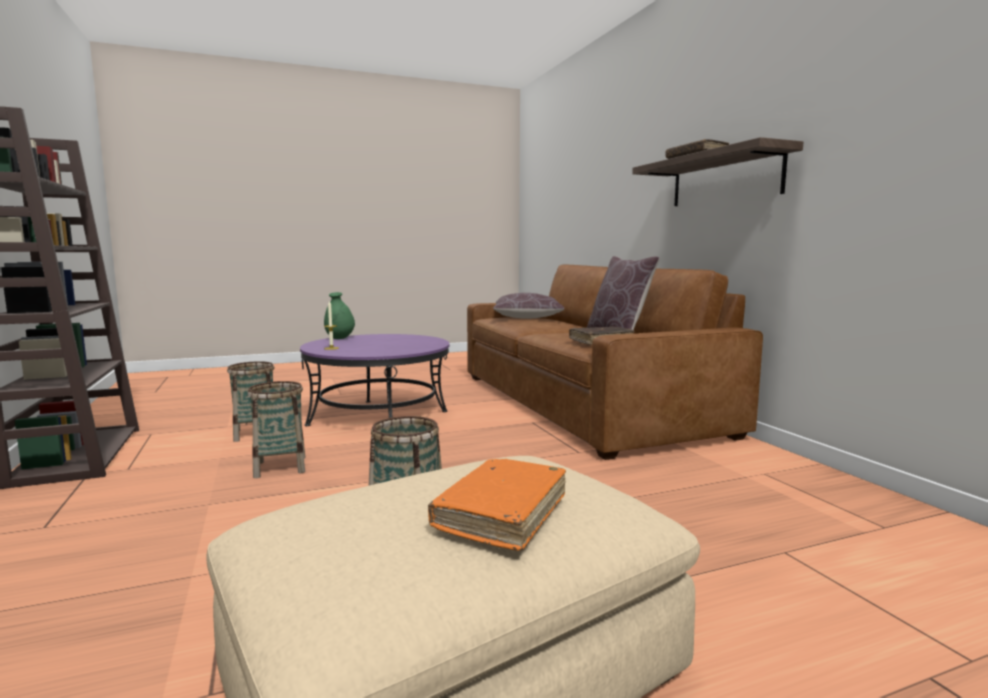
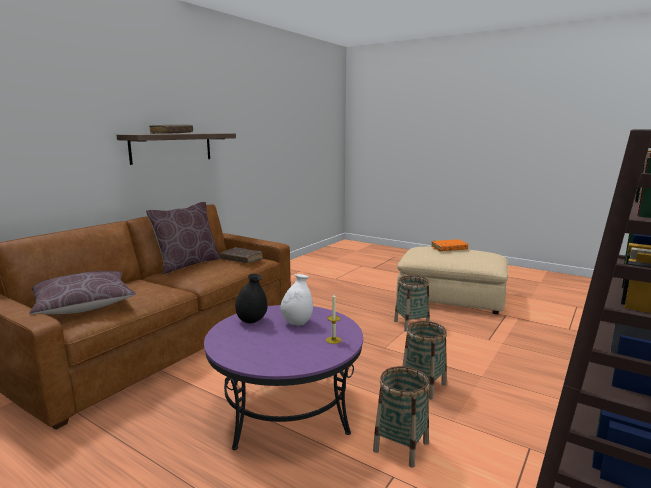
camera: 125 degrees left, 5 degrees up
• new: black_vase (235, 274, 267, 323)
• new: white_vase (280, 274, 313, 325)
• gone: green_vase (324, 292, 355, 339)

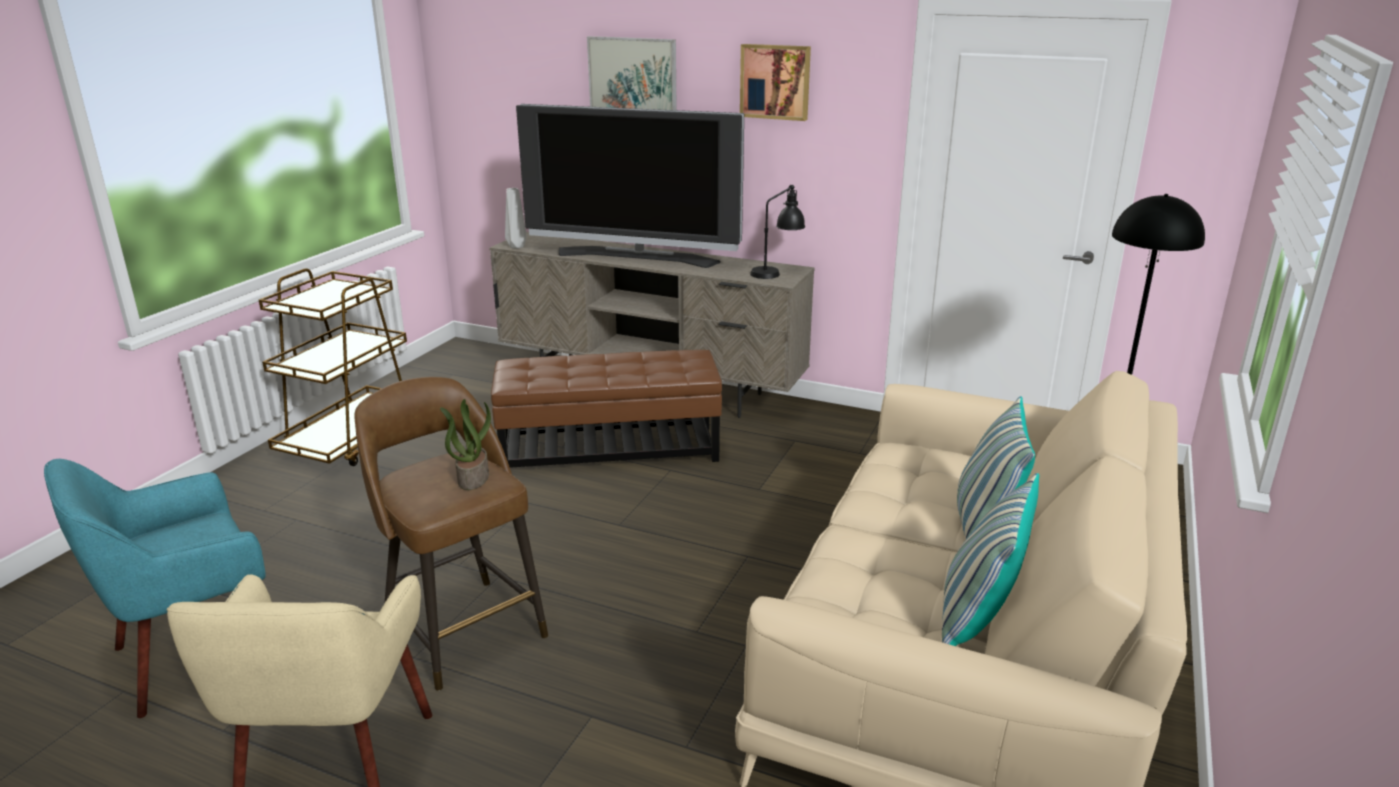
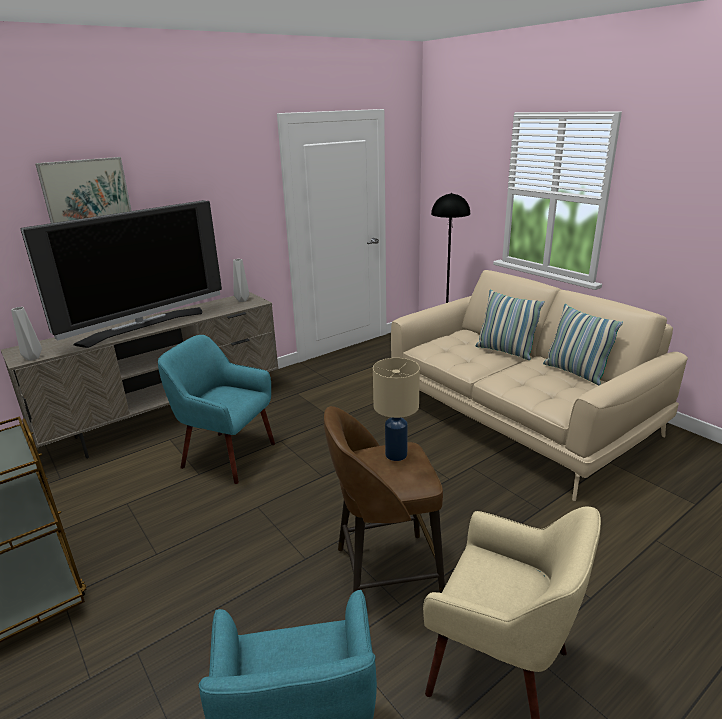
camera: 60 degrees left, 0 degrees up
• swapped: brown_ottoman (491, 350, 722, 468) to turquoise_armchair (158, 335, 275, 484)
• swapped: black_table_lamp (750, 185, 805, 279) to grey_vase (233, 259, 249, 302)
• swapped: potted_plant (440, 399, 491, 490) to beige_table_lamp (373, 358, 420, 461)
• gone: picture (740, 44, 811, 121)

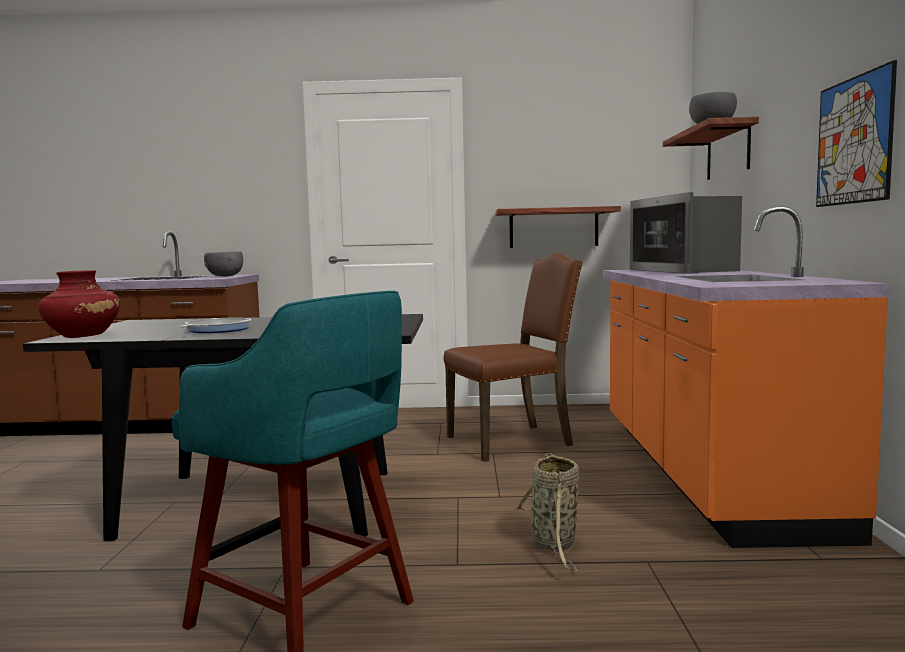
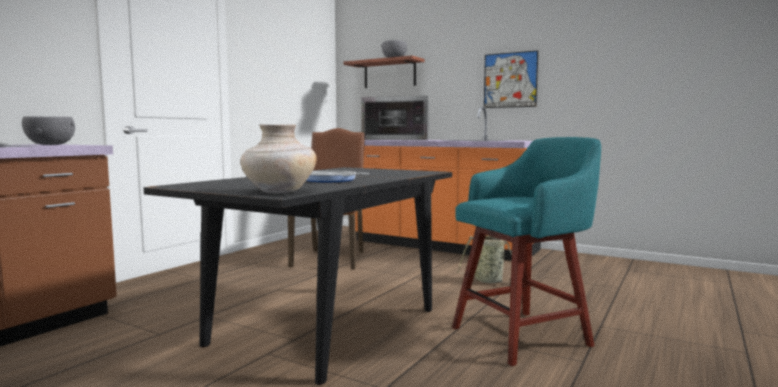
camera: 60 degrees left, 0 degrees up
• repainted: red_vase (38, 270, 120, 338) to beige_vase (240, 124, 317, 193)
• gone: shelf (496, 206, 621, 248)

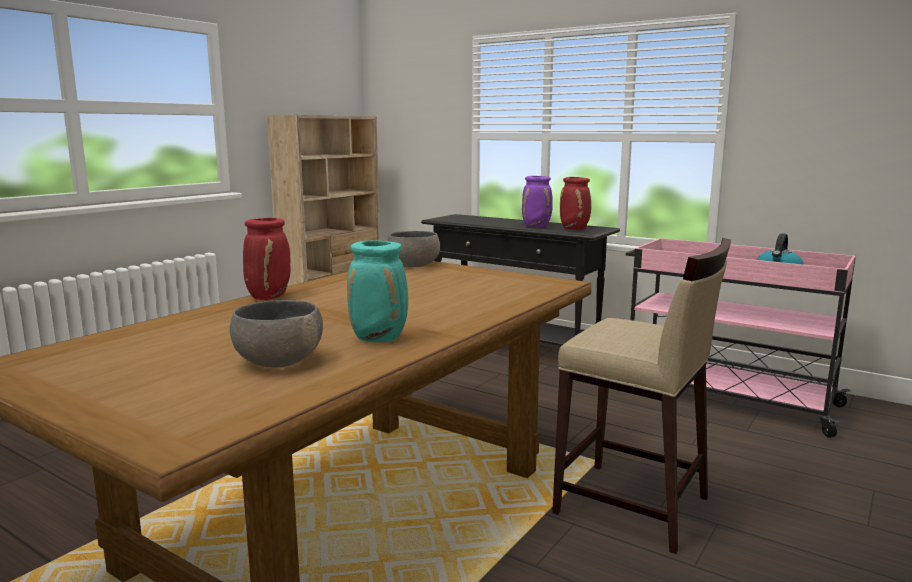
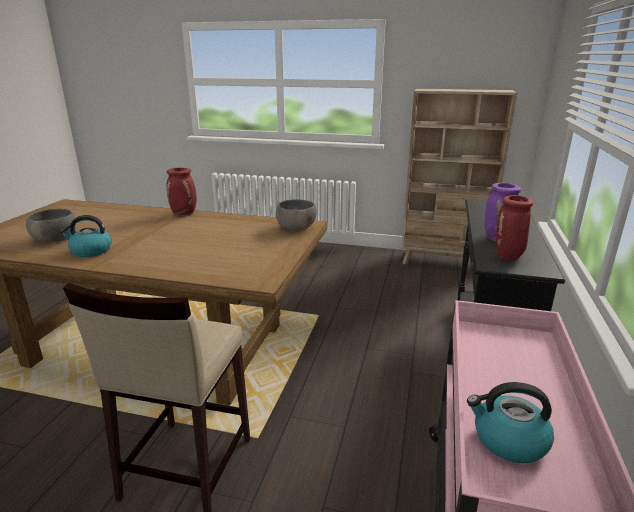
camera: 70 degrees right, 10 degrees up
• swapped: turquoise_vase (347, 240, 408, 342) to kettle (60, 215, 112, 257)

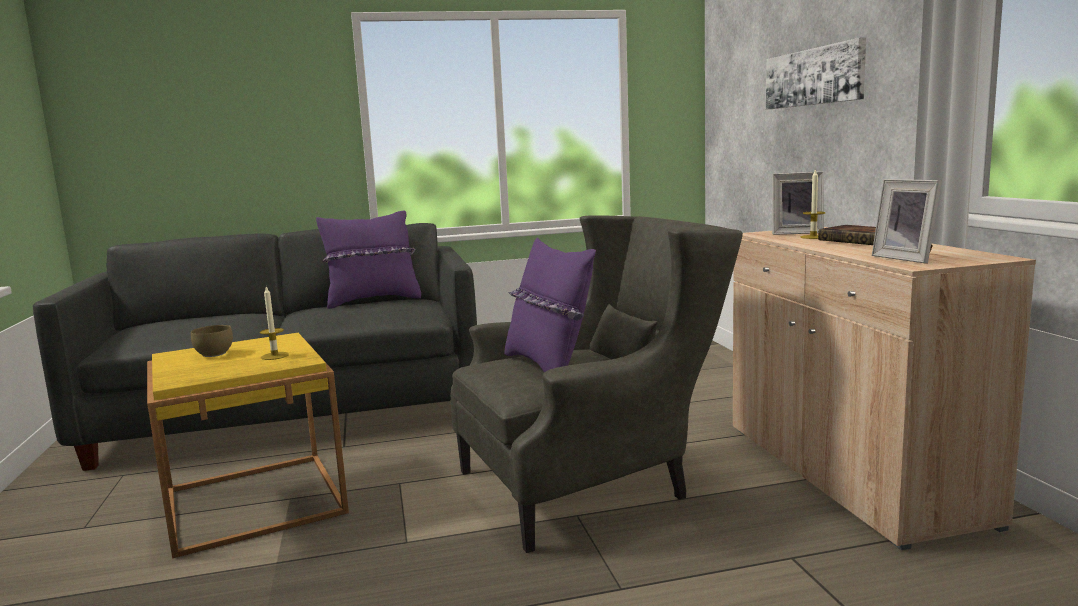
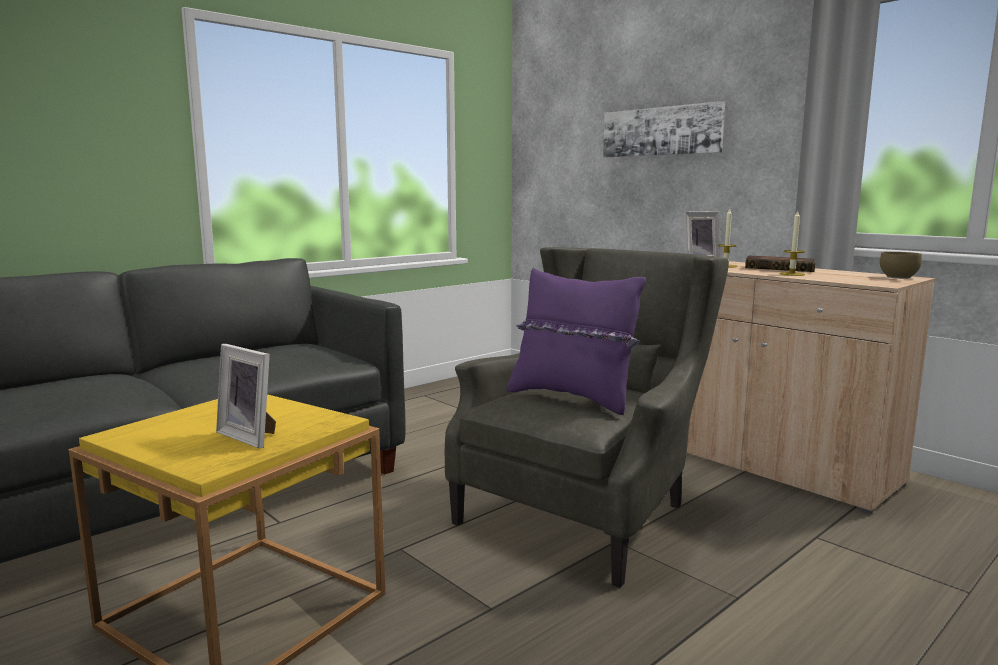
camera: 30 degrees left, 0 degrees up
• shifted: picture_frame (872, 179, 942, 264) to (216, 344, 276, 449)
• shifted: candle (260, 286, 289, 360) to (780, 211, 805, 276)
• shifted: brown_bowl (191, 325, 233, 357) to (880, 252, 922, 279)
• gone: purple_pillow (316, 211, 421, 309)

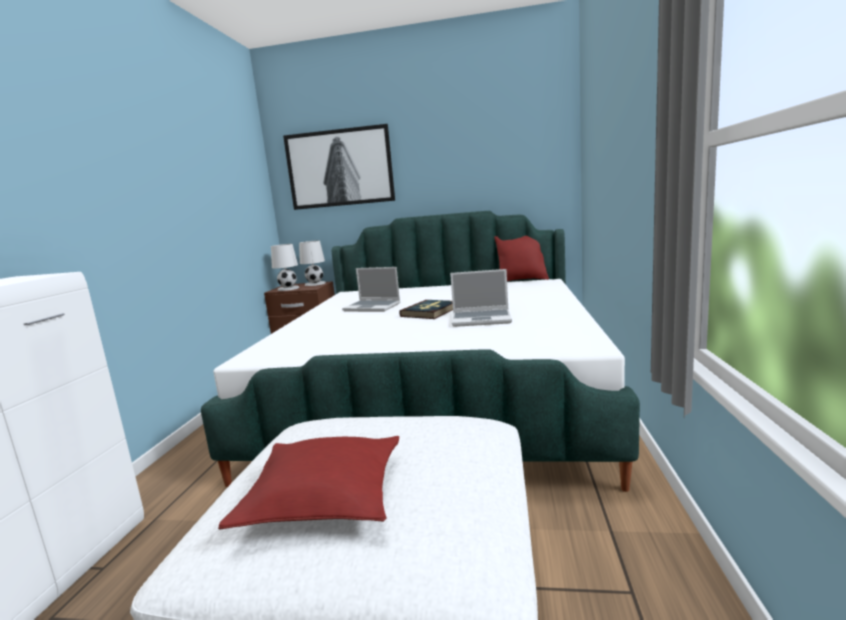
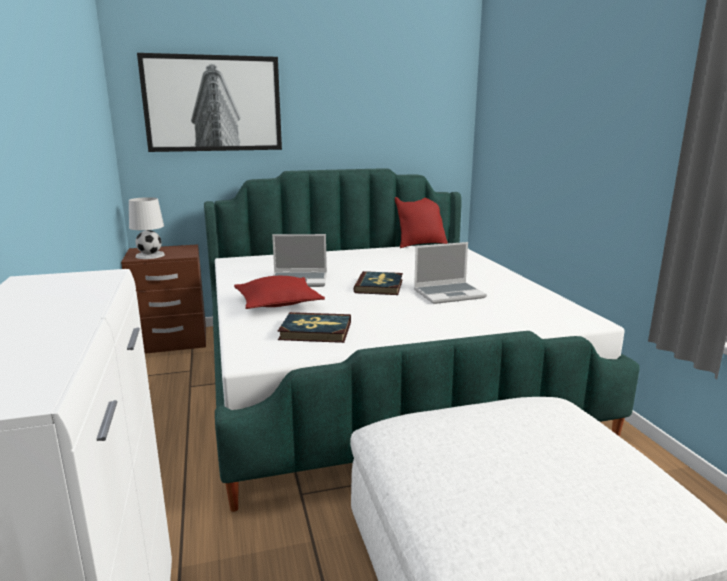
camera: 25 degrees left, 5 degrees up
• shifted: red_pillow (218, 436, 399, 529) to (234, 276, 325, 309)
• new: book (277, 312, 351, 343)
• gone: white_table_lamp (299, 240, 326, 286)

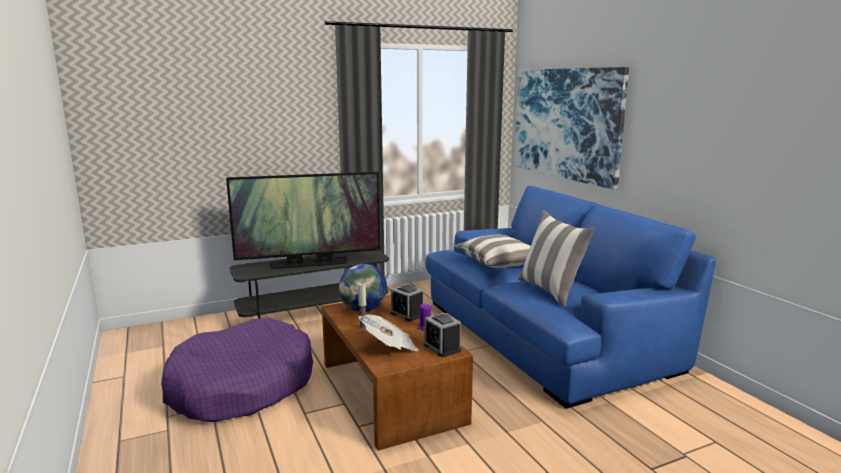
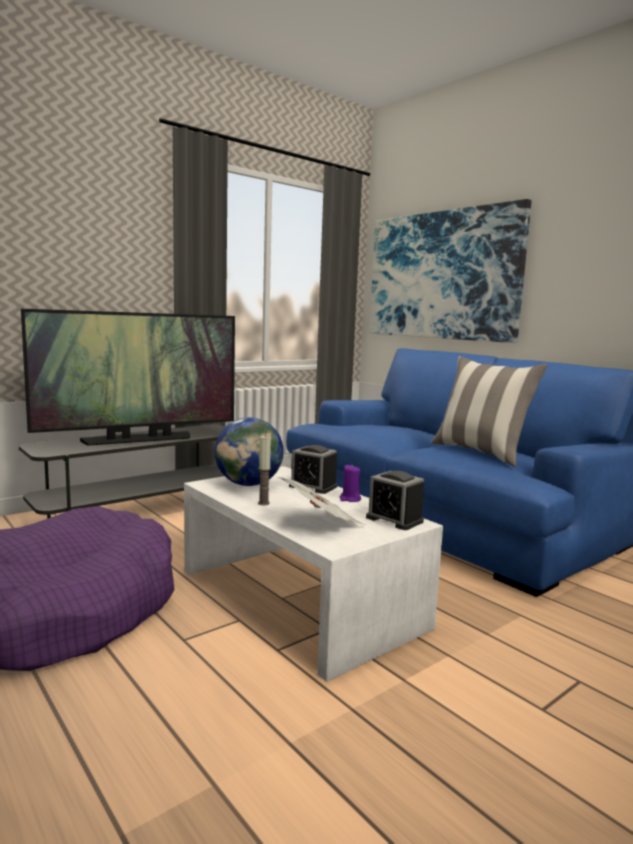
camera: 15 degrees left, 5 degrees down
• repainted: brown_coffee_table (322, 295, 473, 451) to white_coffee_table (184, 466, 443, 682)
• gone: pillow (454, 235, 530, 268)

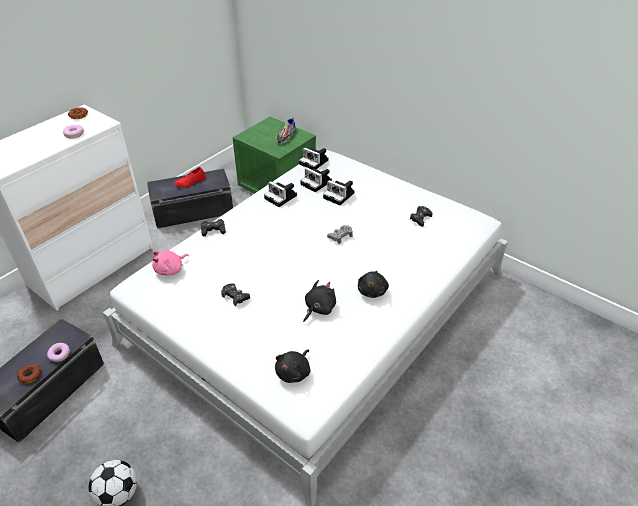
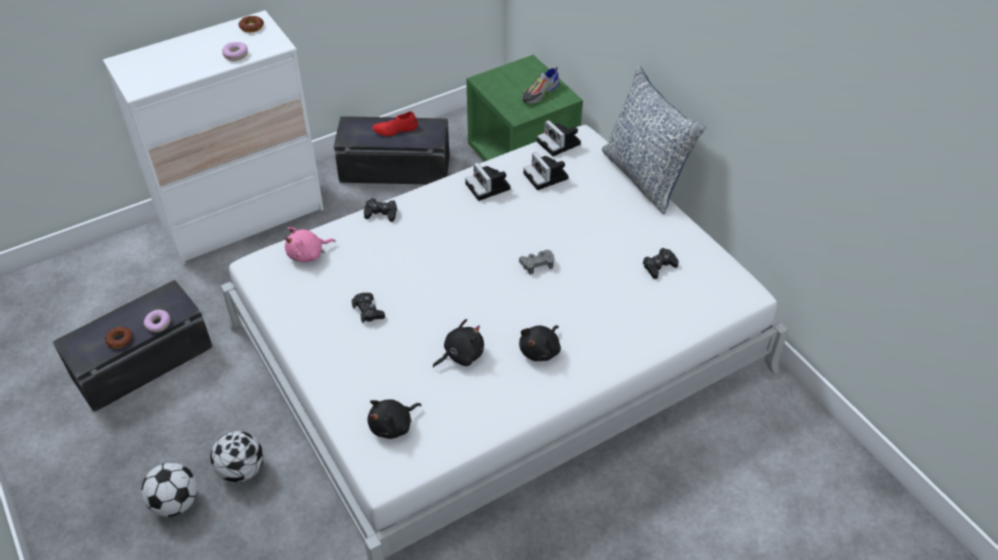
camera: 20 degrees right, 5 degrees up
• new: football (210, 431, 263, 483)
• new: pillow (602, 66, 706, 214)
• gone: photo_camera (323, 180, 354, 205)

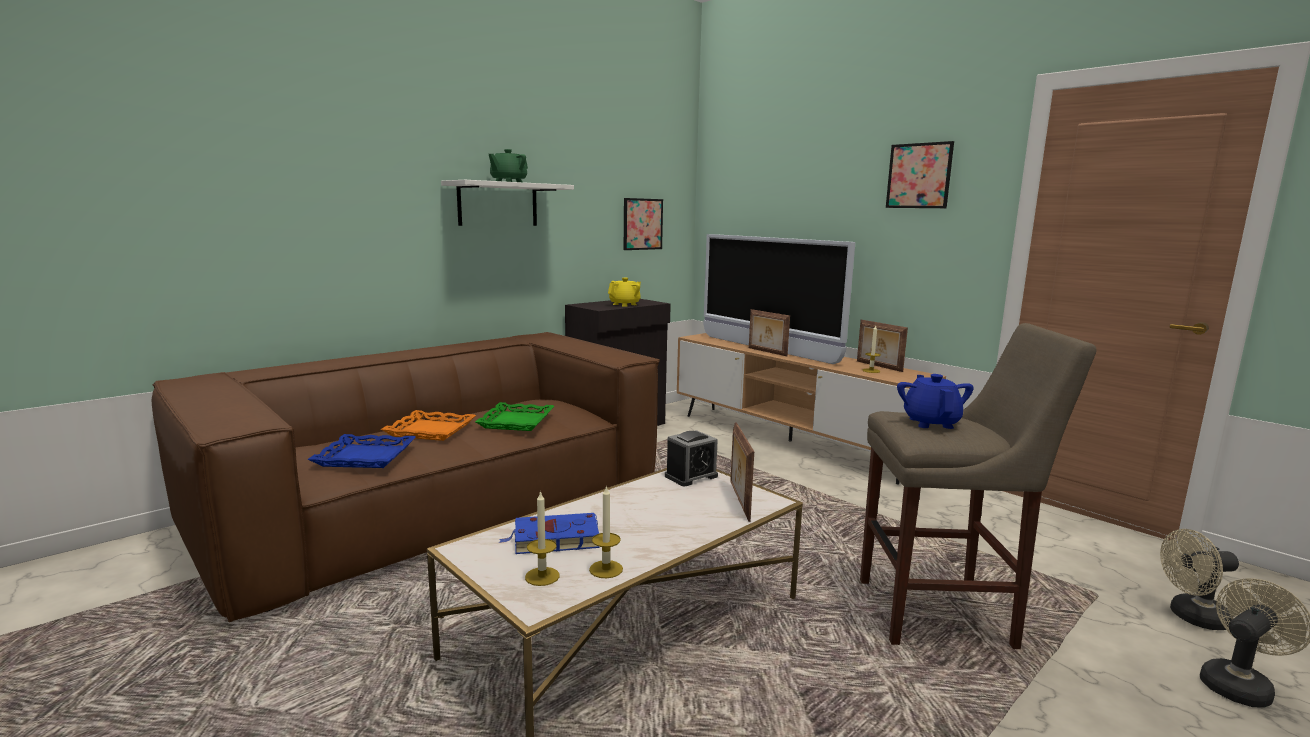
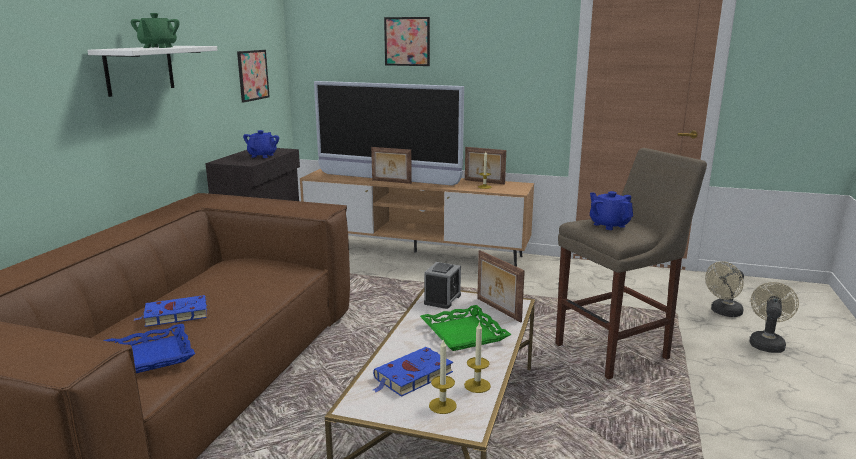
camera: 30 degrees left, 5 degrees up
• swapped: orange_tray (381, 410, 476, 441) to blue_book (134, 295, 207, 327)
• repainted: yellow_teapot (608, 278, 641, 307) to blue_teapot (243, 130, 279, 158)
• shifted: picture (886, 141, 954, 208) to (384, 17, 430, 66)
• shifted: green_tray (475, 402, 554, 431) to (420, 305, 511, 351)

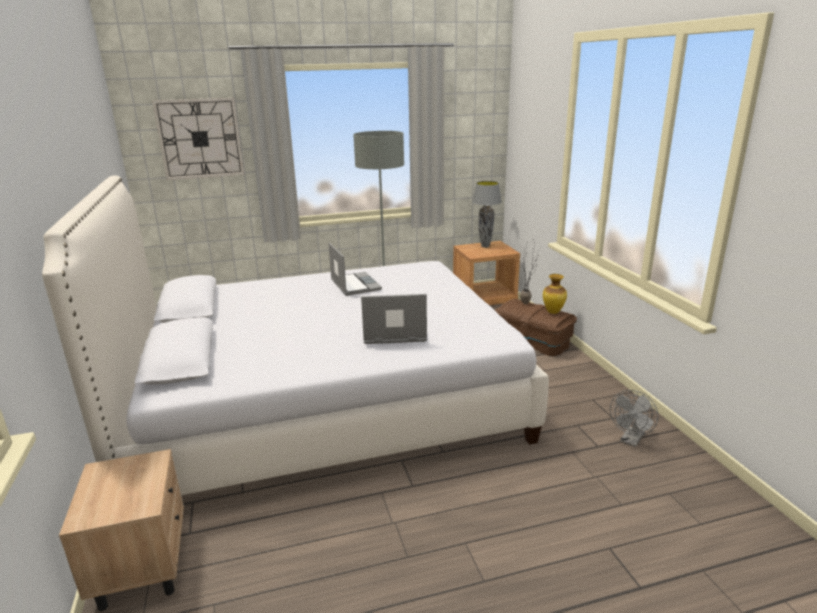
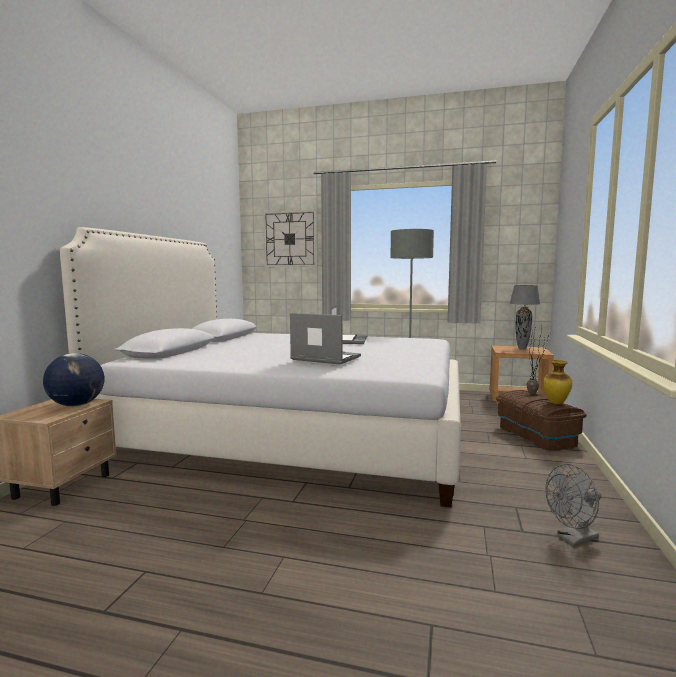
camera: 30 degrees right, 15 degrees down
• new: globe (43, 353, 105, 406)

